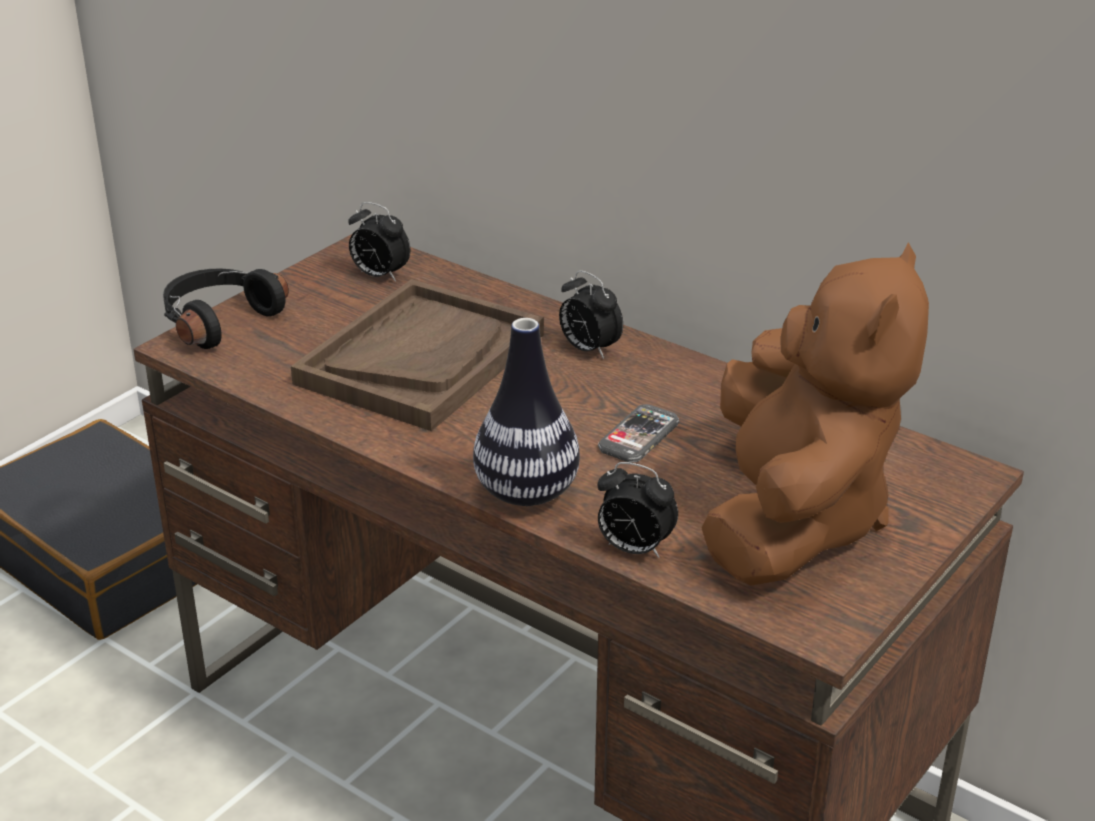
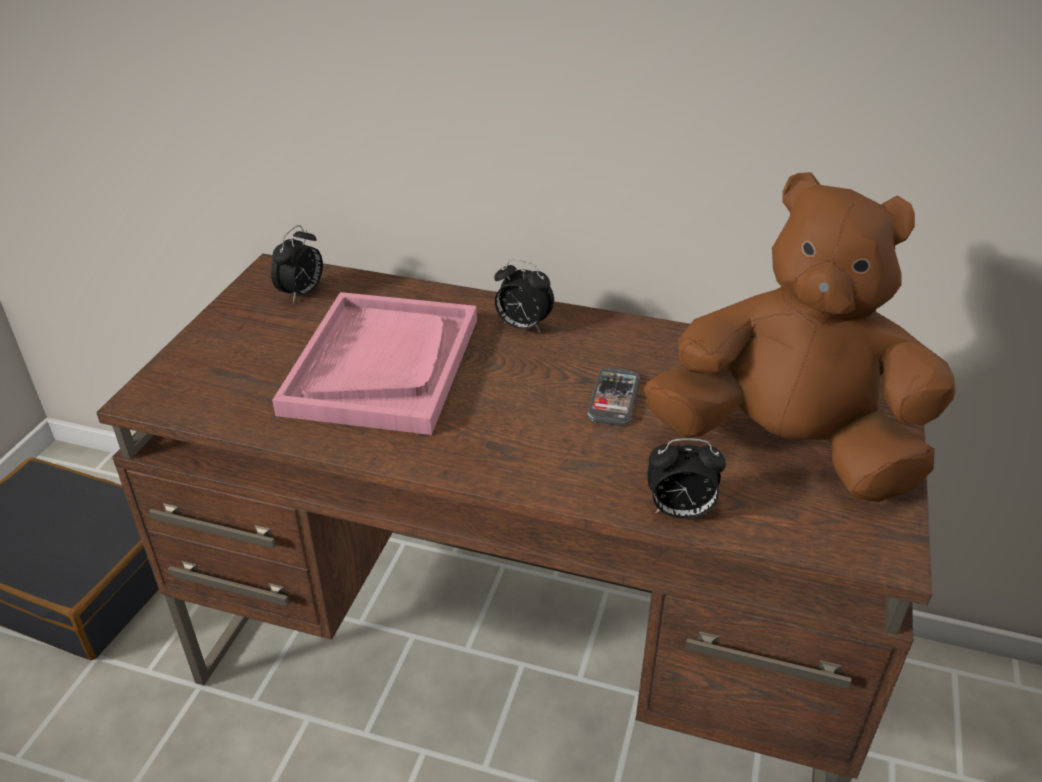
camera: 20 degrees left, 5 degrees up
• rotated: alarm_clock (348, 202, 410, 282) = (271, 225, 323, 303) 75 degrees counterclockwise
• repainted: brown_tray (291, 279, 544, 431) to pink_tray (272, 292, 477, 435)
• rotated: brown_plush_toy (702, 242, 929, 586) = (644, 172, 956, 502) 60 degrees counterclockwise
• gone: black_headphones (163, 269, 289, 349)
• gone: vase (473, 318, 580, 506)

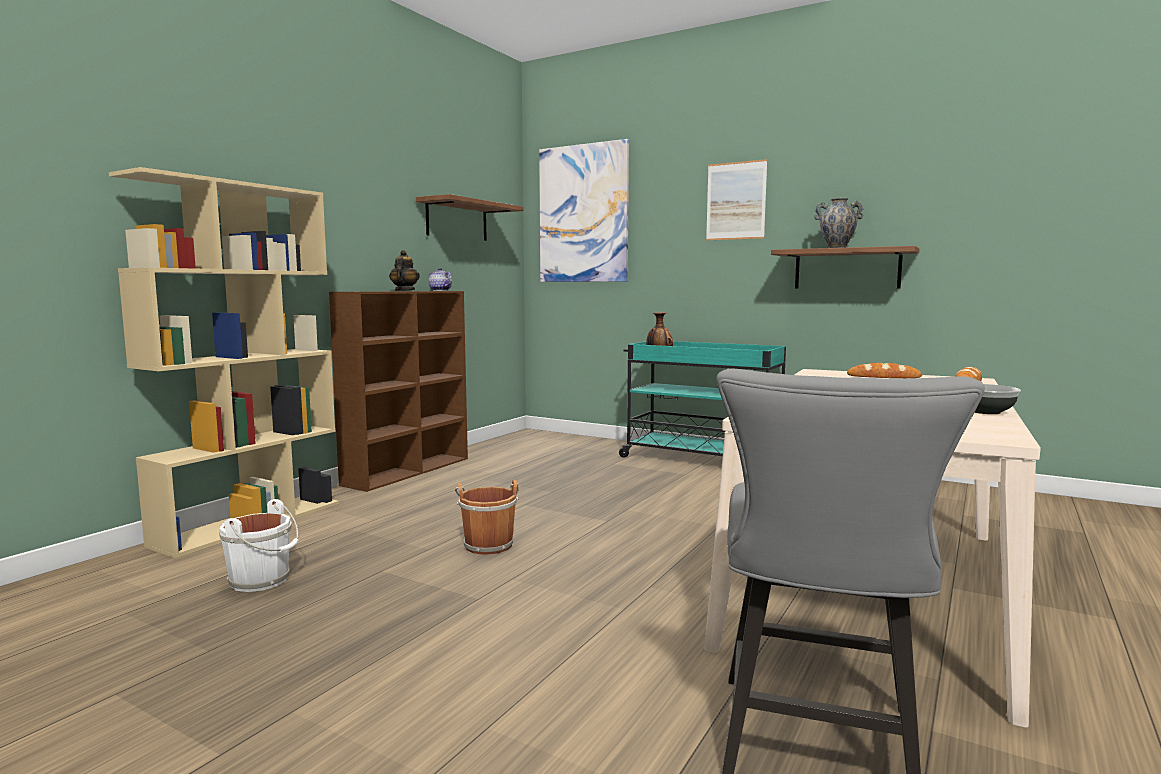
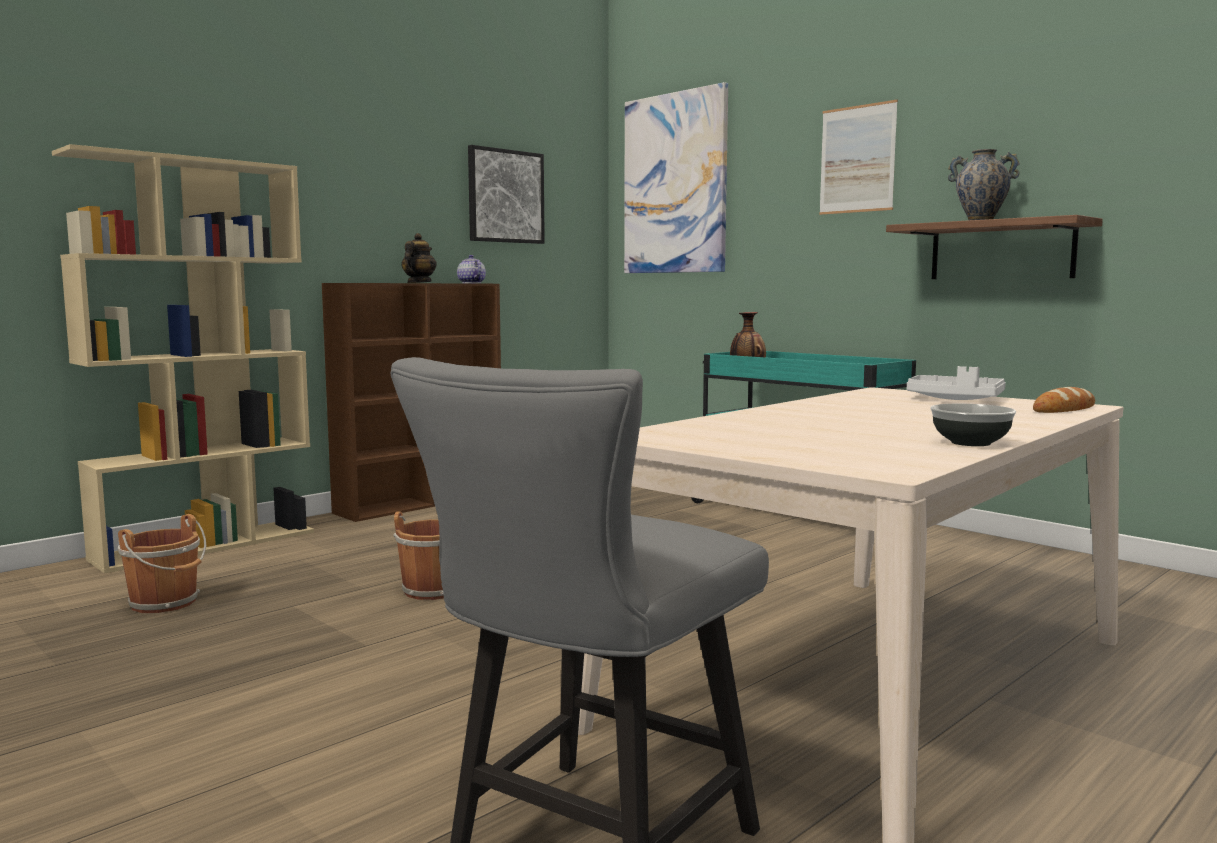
camera: 15 degrees right, 0 degrees up
• repainted: white_bucket (219, 499, 299, 592) to brown_bucket (118, 514, 206, 613)
• swapped: shelf (416, 194, 523, 241) to picture (468, 145, 545, 244)
• swapped: bread (847, 363, 922, 378) to white_tray (907, 366, 1006, 400)

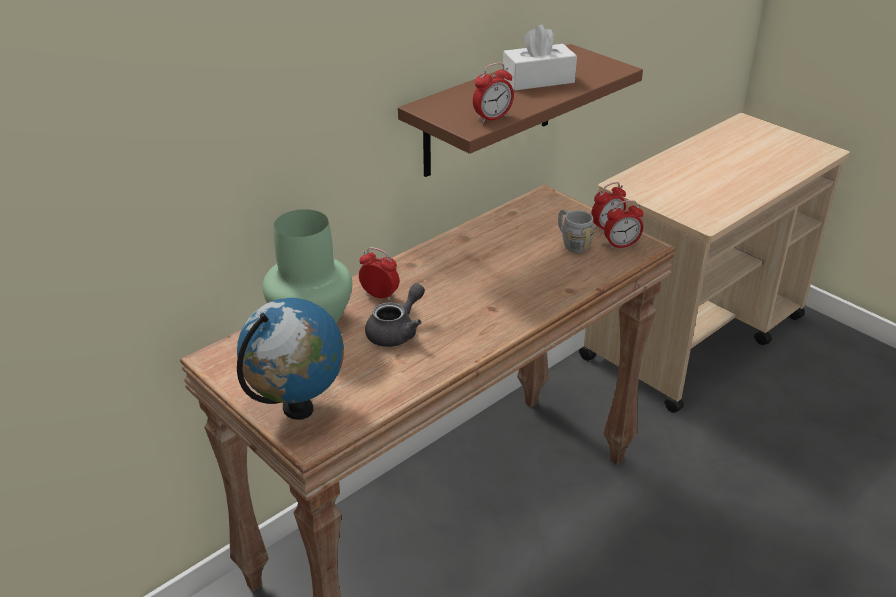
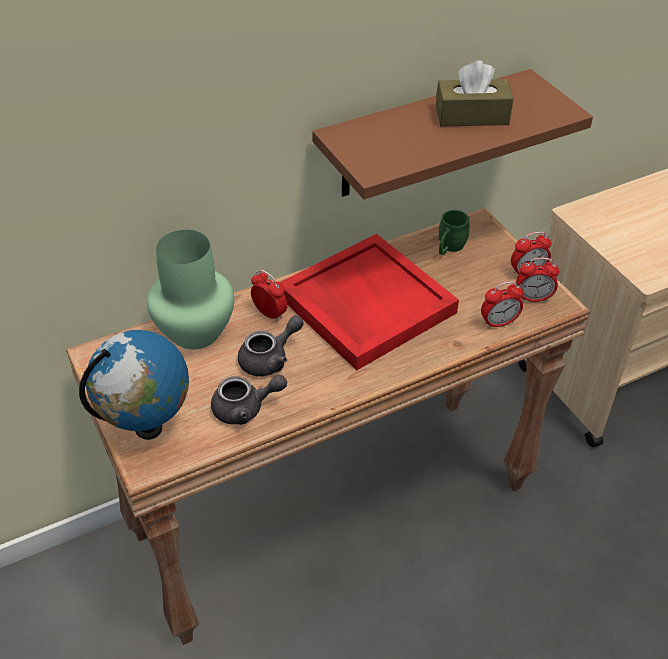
camera: 15 degrees right, 10 degrees up
• new: grey_teapot (211, 375, 287, 425)
• new: red_tray (280, 234, 459, 370)
• repainted: white_tissue_box (503, 25, 577, 91) to brown_tissue_box (436, 60, 513, 126)
• new: green_mug (439, 210, 470, 255)
• shifted: alarm_clock (473, 63, 514, 123) to (481, 281, 524, 329)
• gone: grey_mug (558, 209, 594, 253)

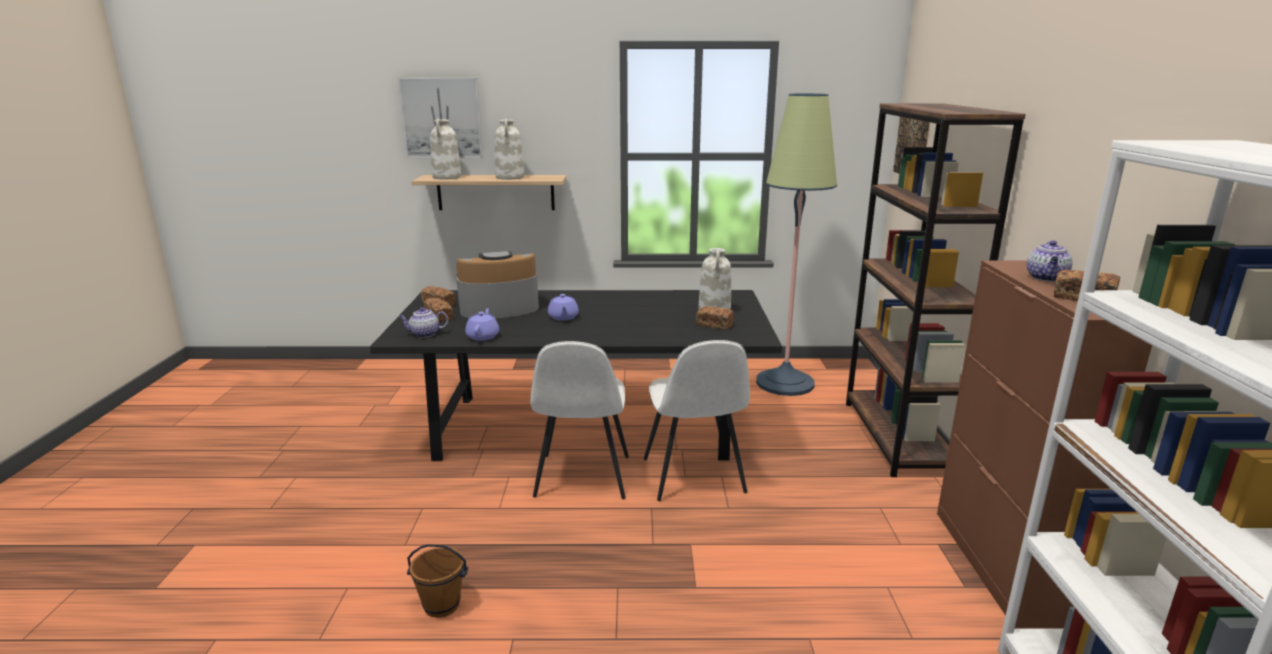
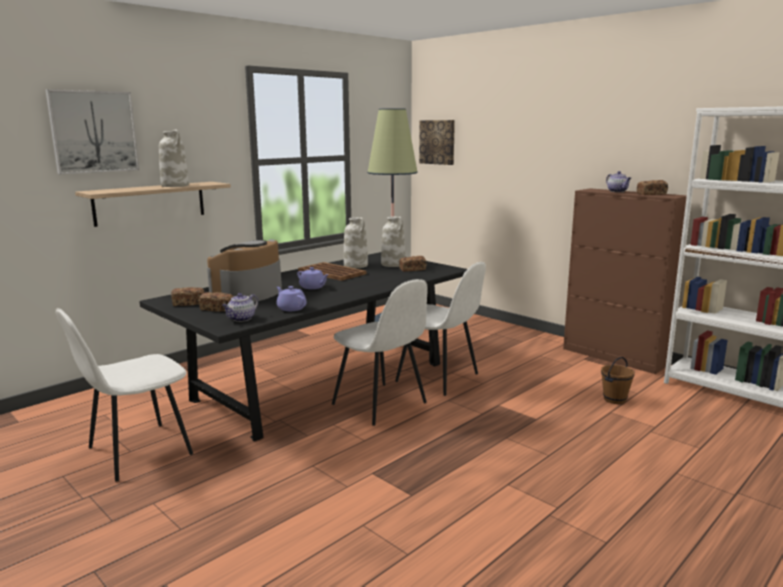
camera: 45 degrees left, 5 degrees down
• new: white_chair (55, 308, 193, 481)
• new: brown_tray (298, 262, 367, 281)
• shifted: white_vase (430, 119, 461, 180) to (344, 217, 368, 268)
• shifted: brown_bucket (407, 544, 468, 618) to (601, 357, 635, 404)
• gone: brown_bookcase (846, 104, 1026, 477)

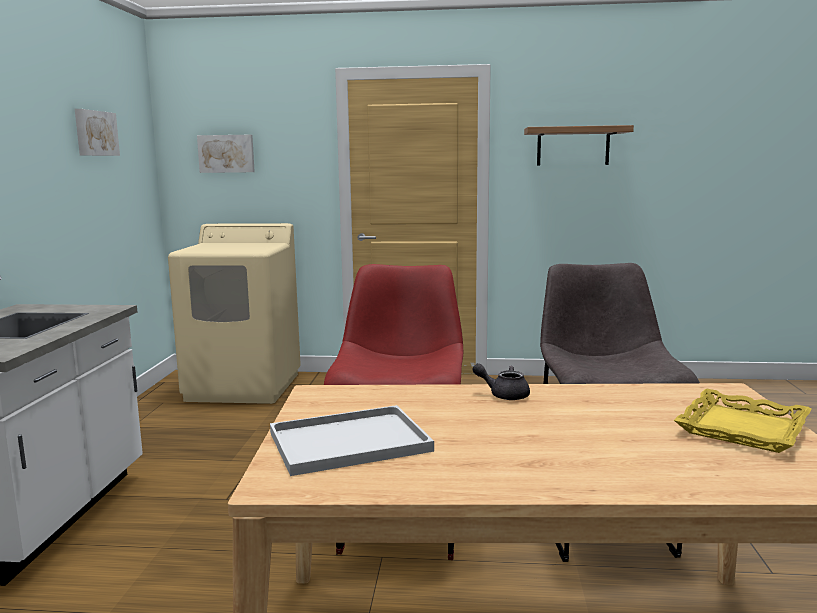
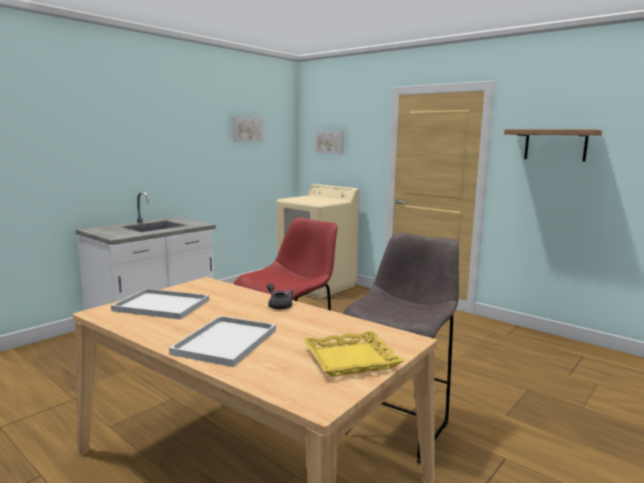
camera: 35 degrees right, 0 degrees up
• new: white_tray (169, 316, 276, 367)

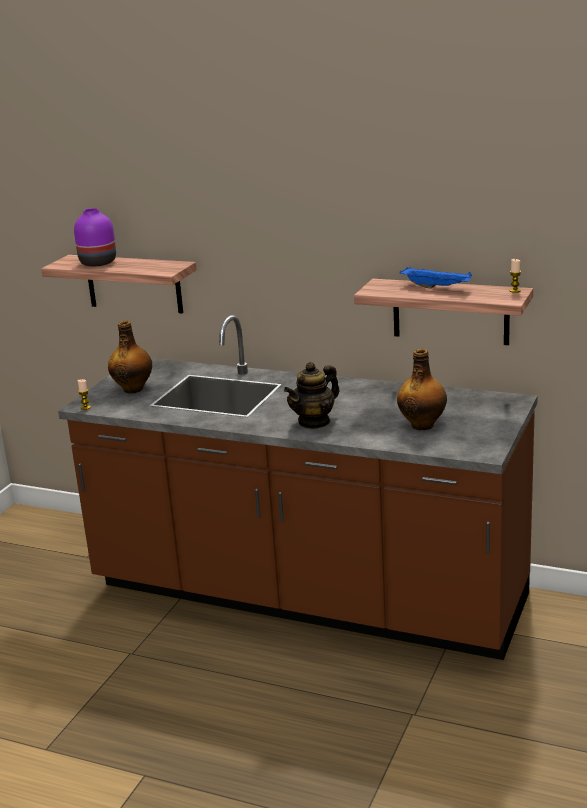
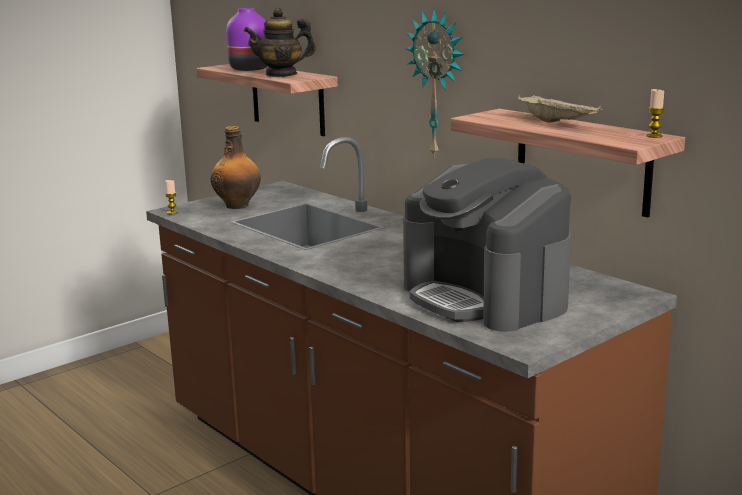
camera: 25 degrees right, 5 degrees down
• shifted: teapot (284, 362, 340, 429) to (244, 8, 316, 77)
• swapped: bottle (397, 349, 447, 430) to coffee_machine (403, 157, 571, 332)
• new: wall_clock (405, 8, 465, 159)
• repainted: blue_tray (400, 267, 472, 289) to beige_tray (517, 95, 602, 123)

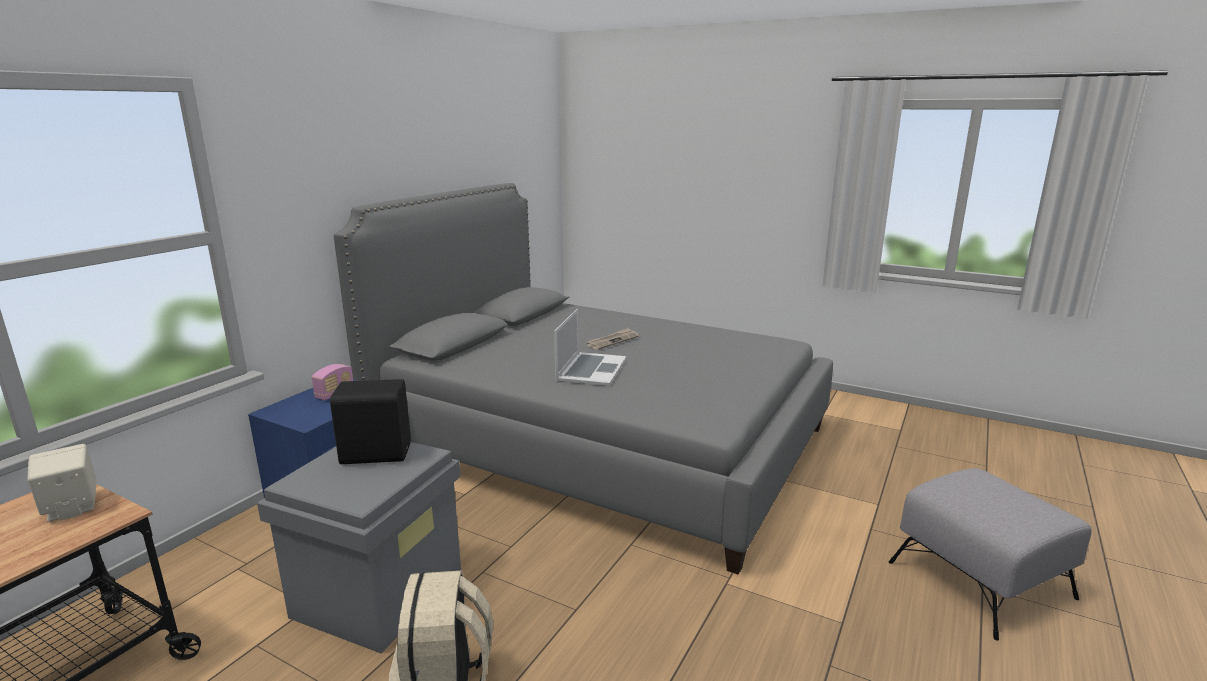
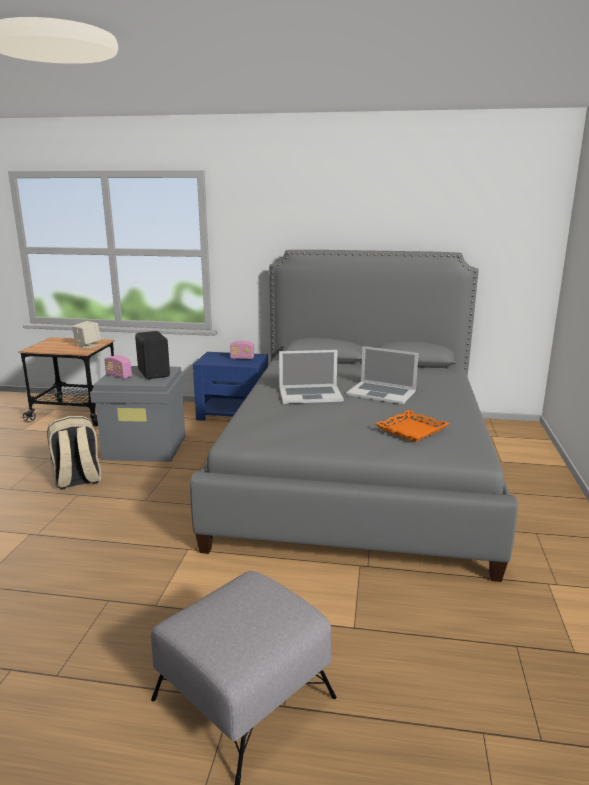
camera: 70 degrees right, 0 degrees up
• new: radio (104, 355, 132, 379)
• swapped: newspaper (587, 328, 639, 350) to laptop (346, 346, 418, 404)
• new: orange_tray (375, 410, 450, 442)

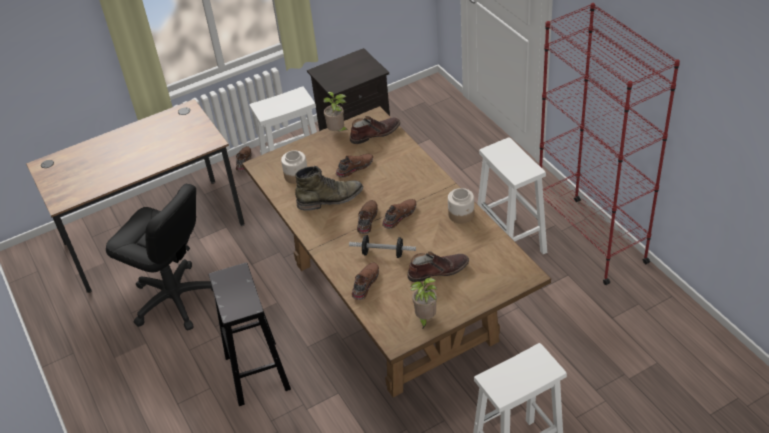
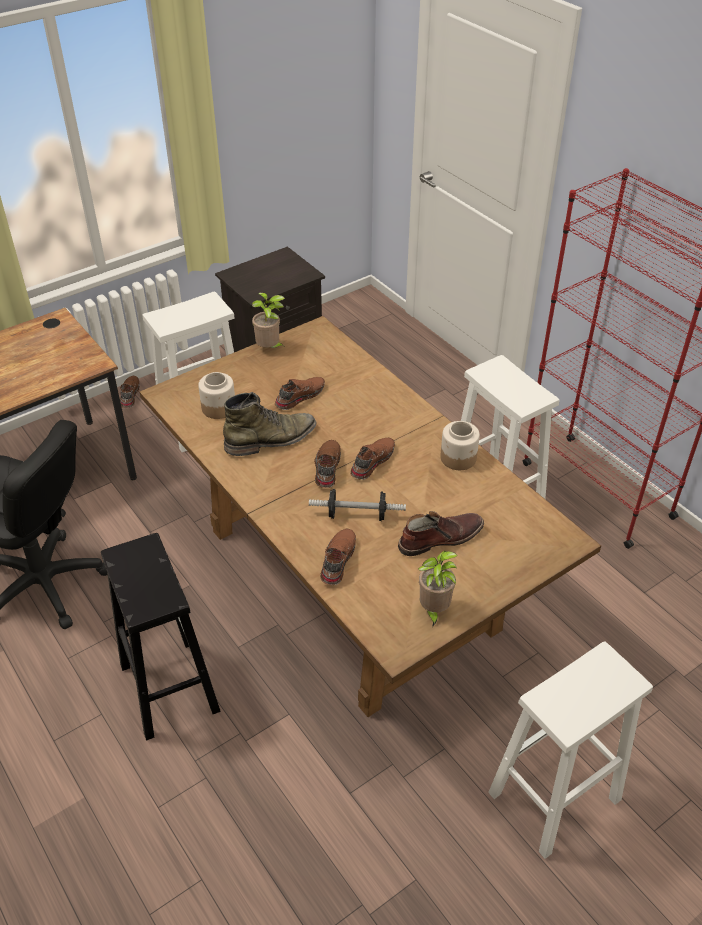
camera: 10 degrees left, 0 degrees up
• gone: brown_boot (350, 116, 400, 144)

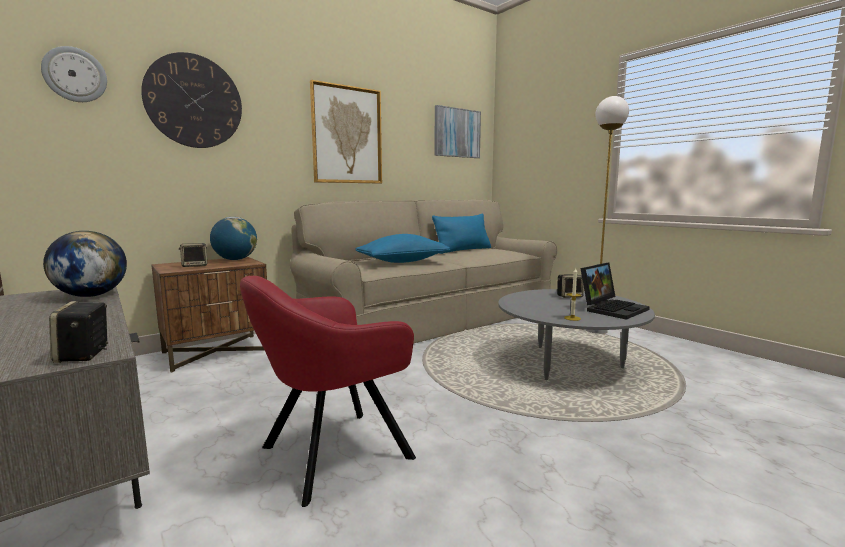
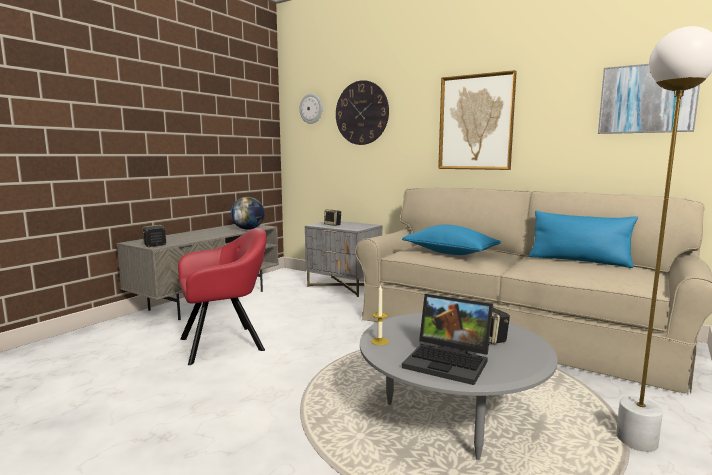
camera: 70 degrees right, 0 degrees up
• rotated: red_armchair (240, 276, 416, 507) = (178, 228, 267, 365) 120 degrees clockwise
• repainted: brown_nightstand (151, 257, 267, 372) to grey_nightstand (305, 221, 382, 297)
• gone: globe (210, 217, 257, 260)

